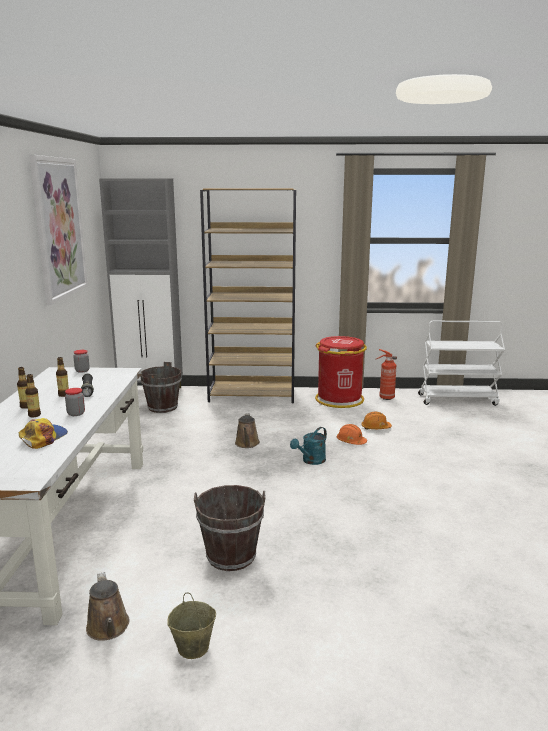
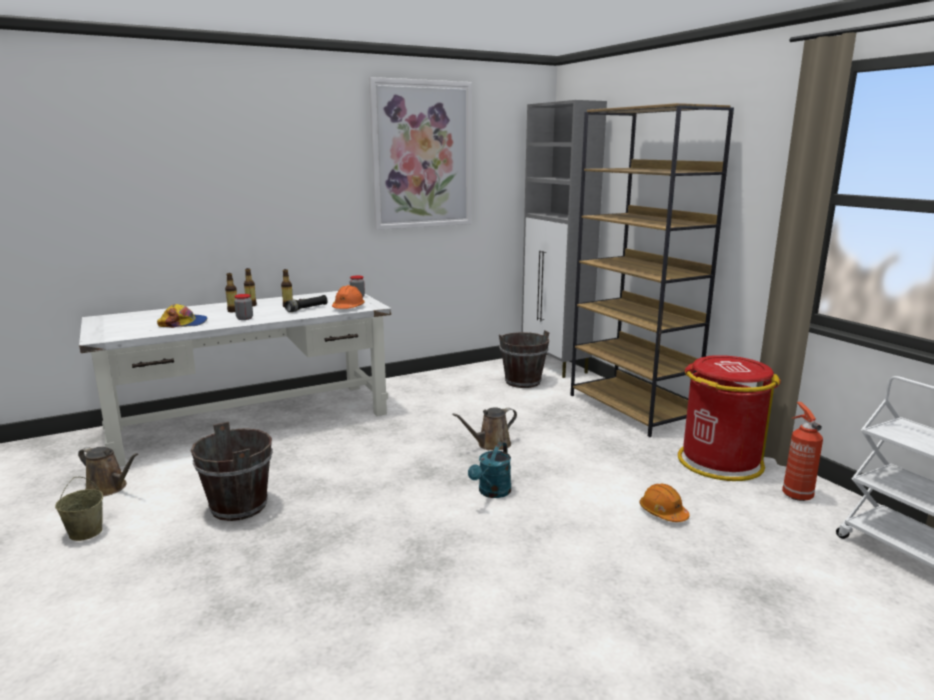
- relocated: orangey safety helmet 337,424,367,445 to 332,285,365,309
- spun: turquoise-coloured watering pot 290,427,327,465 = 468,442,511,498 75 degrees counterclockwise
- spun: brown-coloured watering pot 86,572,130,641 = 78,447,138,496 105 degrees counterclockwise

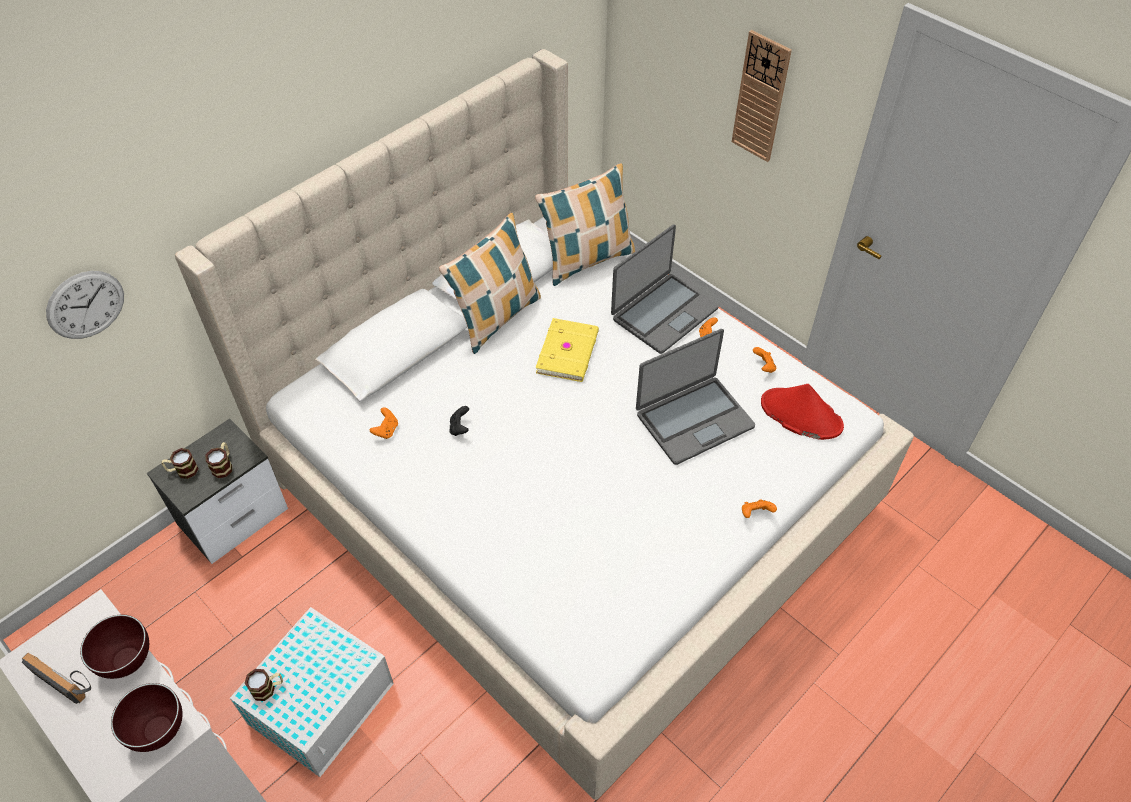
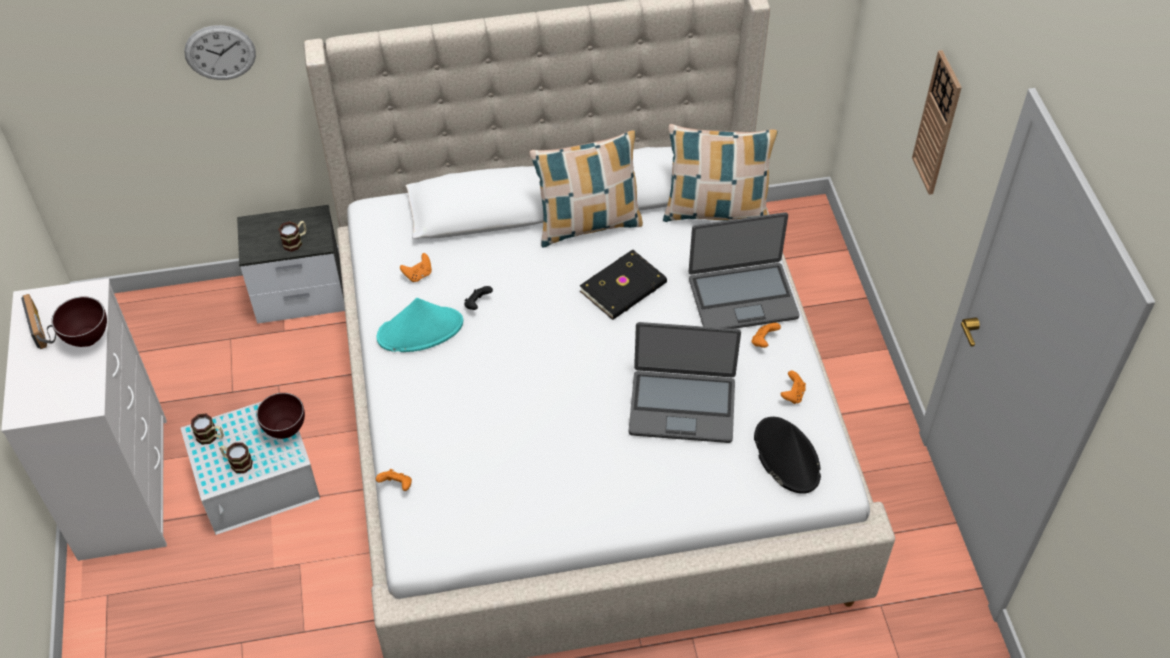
- colour: yellow book 535,318,599,382 to black-coloured book 580,250,667,320
- colour: red wearable hat 761,384,844,440 to black-coloured wearable hat 754,417,821,494
- relocated: mug 161,448,199,479 to 220,442,253,473
- relocated: orangey gamepad 742,499,777,518 to 376,469,412,491
- relocated: brown-coloured serving bowl 111,683,183,752 to 256,393,305,439
- appeared: turquoise-coloured wearable hat 377,298,463,352

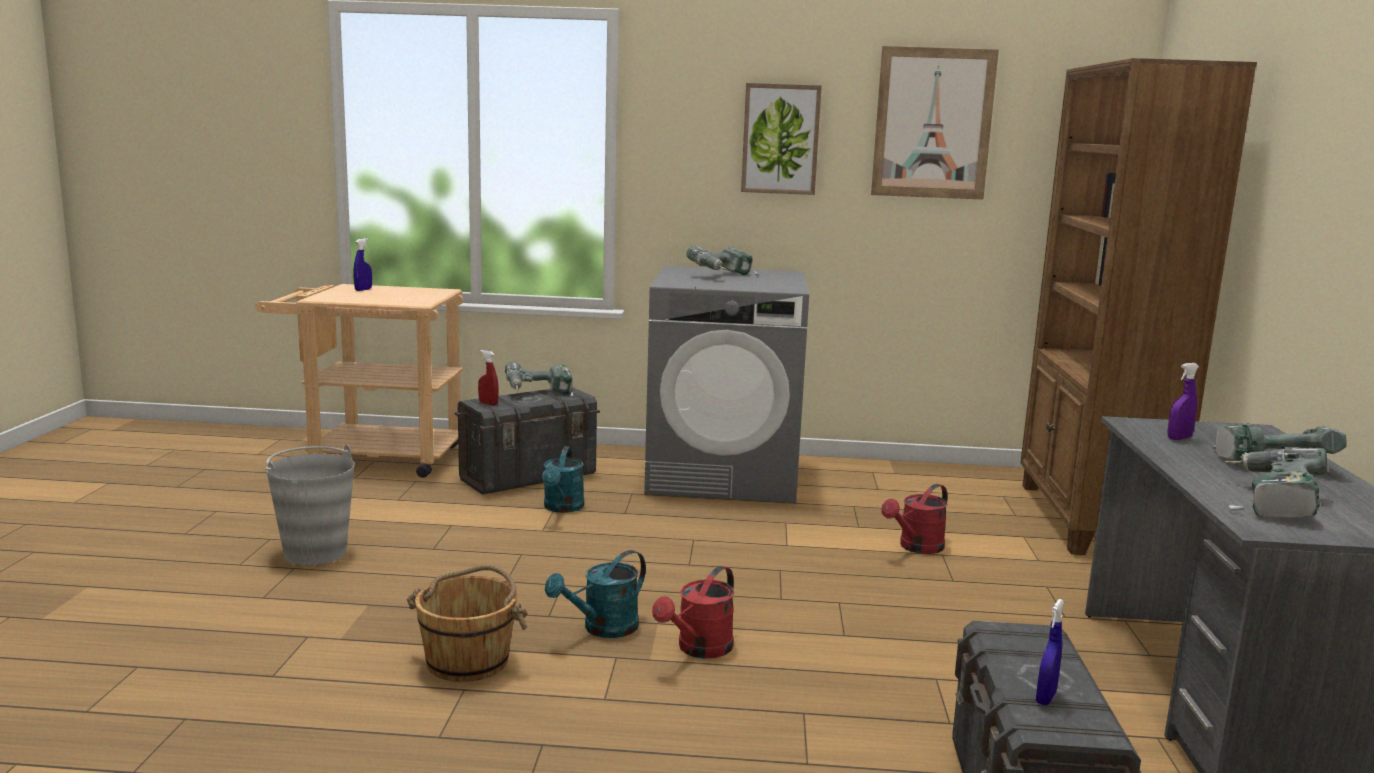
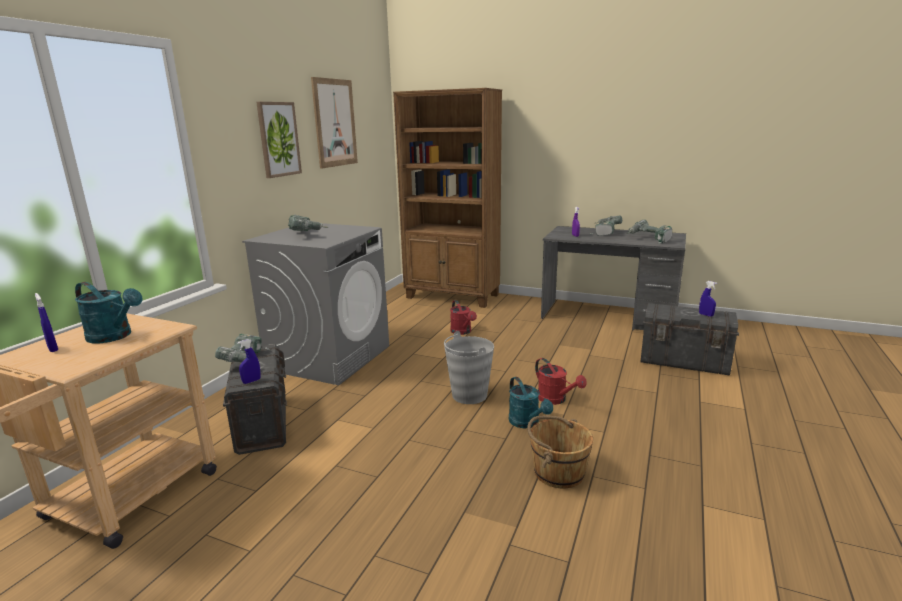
- colour: red hand sprayer 478,350,499,405 to bluish hand sprayer 237,339,261,384
- relocated: gray bucket 265,445,354,565 to 444,331,494,404
- relocated: turquoise-coloured watering pot 542,446,584,513 to 75,282,142,343

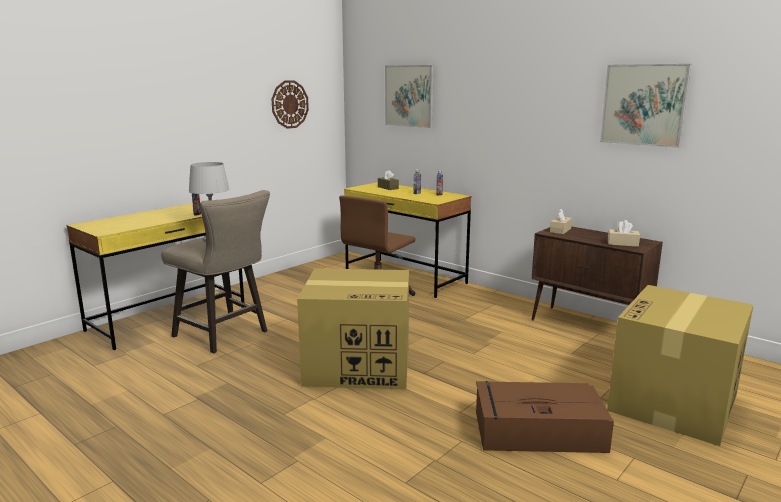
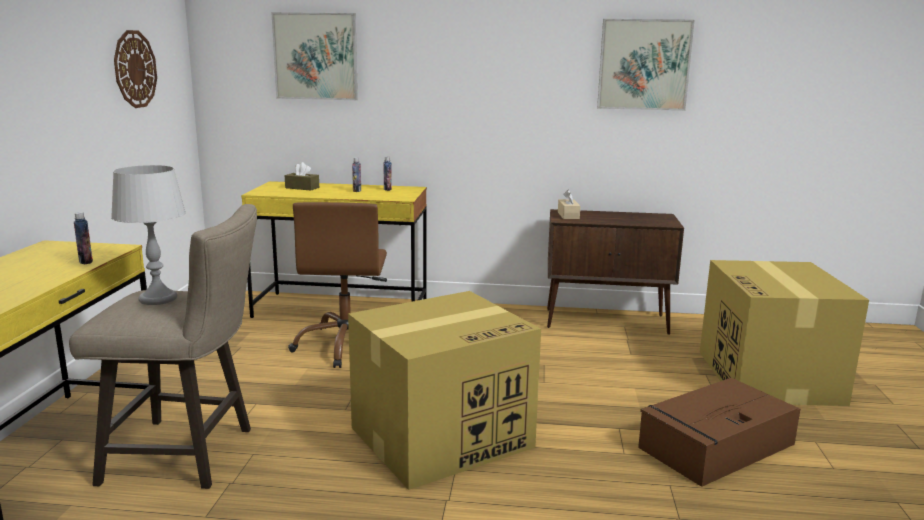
- missing: beige-coloured box of tissues 608,220,640,247

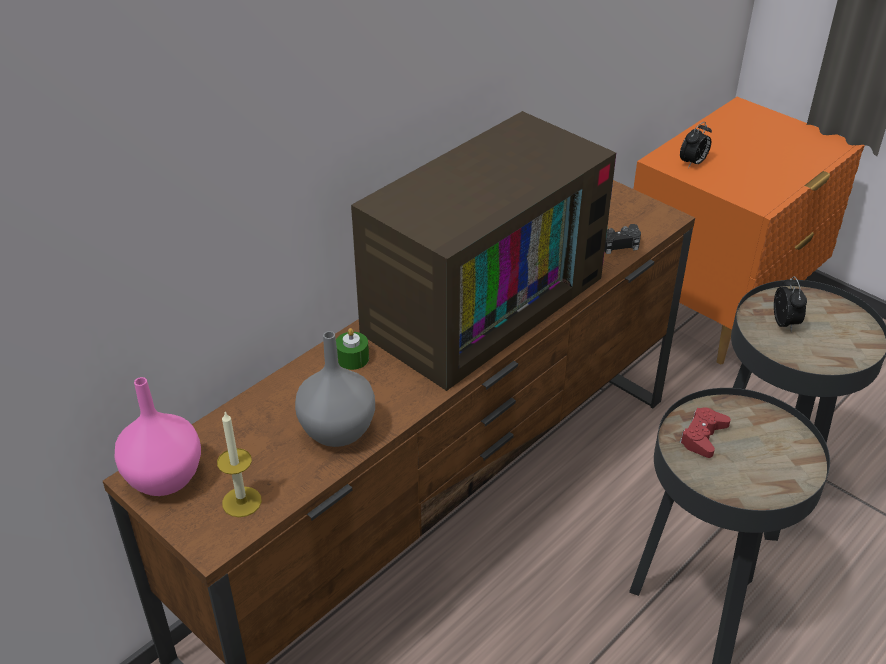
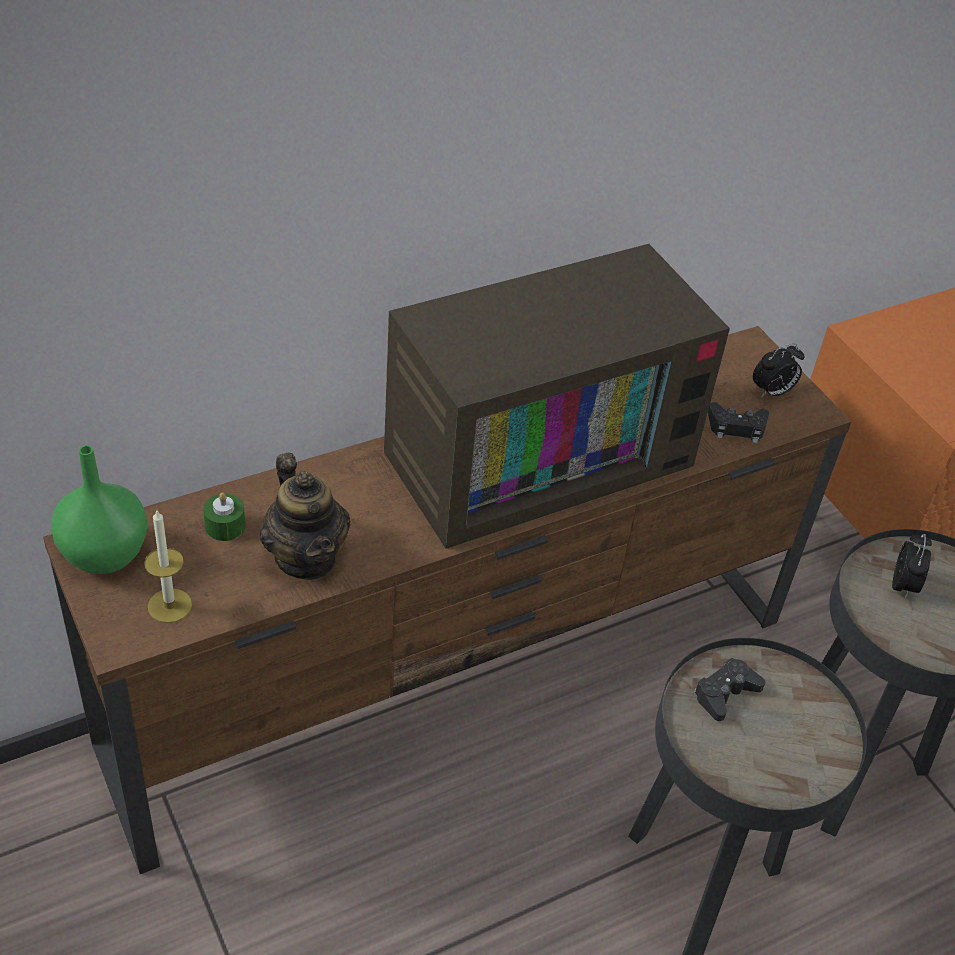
- relocated: bedside clock 680,122,712,168 to 753,343,804,398
- relocated: greenish candle 336,328,369,370 to 203,492,245,541
- exchanged: gray vase 295,331,375,447 to teapot 260,453,350,580
- colour: pink-coloured vase 115,377,201,496 to greenish vase 51,445,147,574
- colour: red gamepad 680,407,731,458 to black-coloured gamepad 694,658,765,721

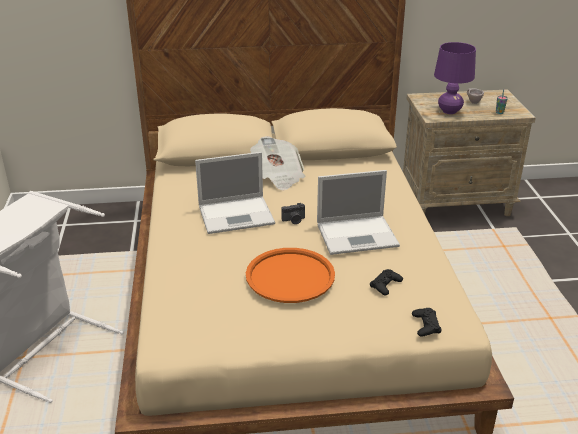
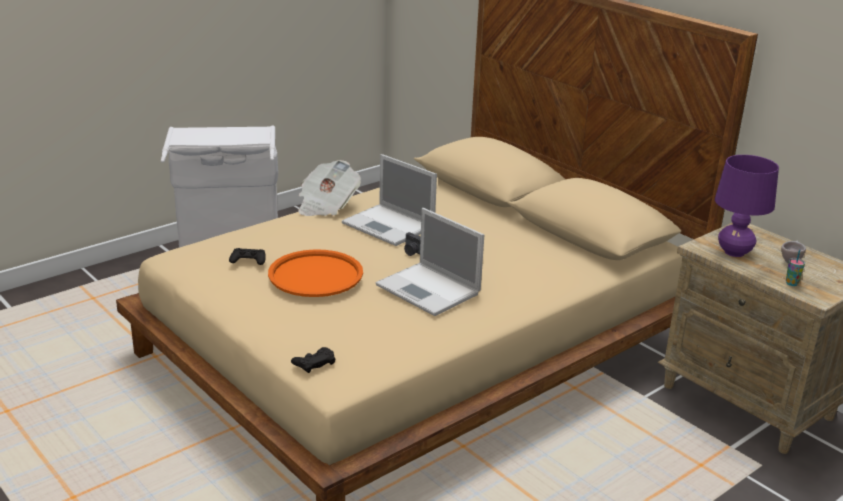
- relocated: daily paper 250,136,305,191 to 298,160,361,216
- relocated: black-coloured gamepad 370,269,403,296 to 229,248,266,265

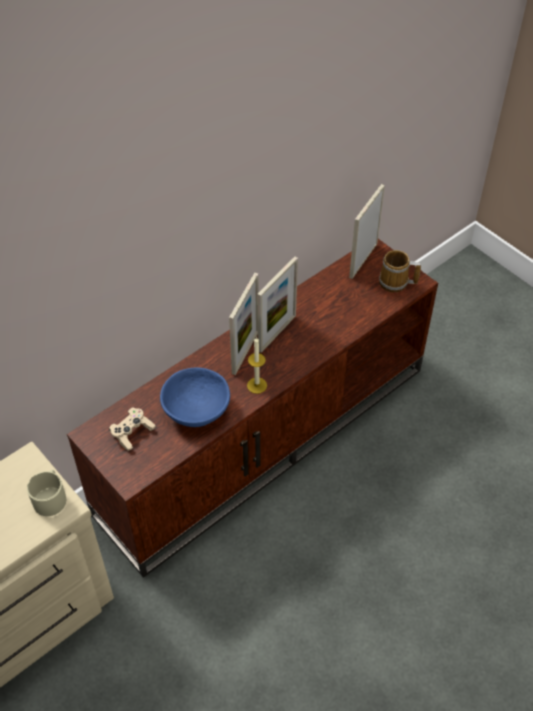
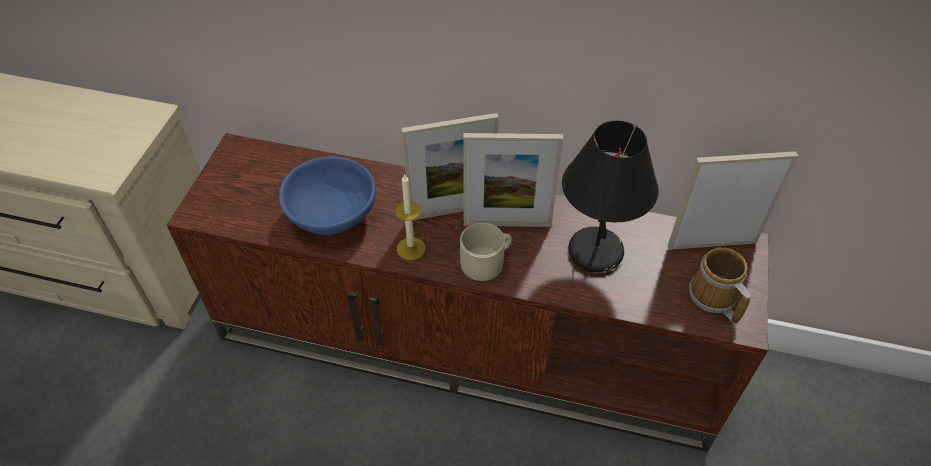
- missing: beige-coloured gamepad 109,407,156,451
- relocated: beige-coloured mug 27,470,66,516 to 460,222,512,281
- appeared: black-coloured table lamp 562,121,659,272

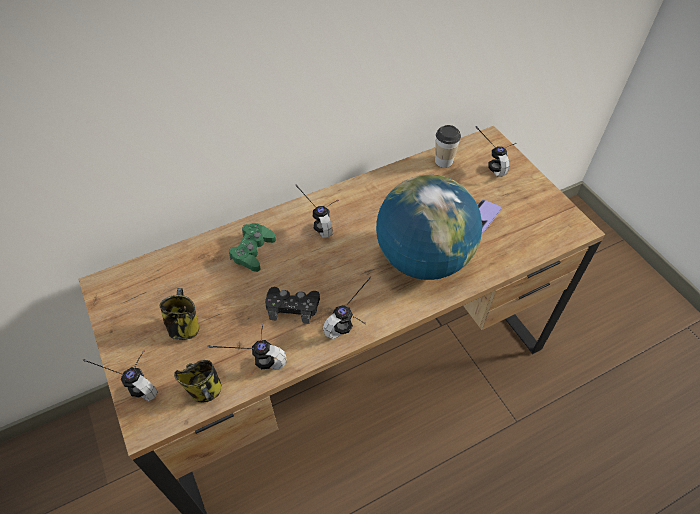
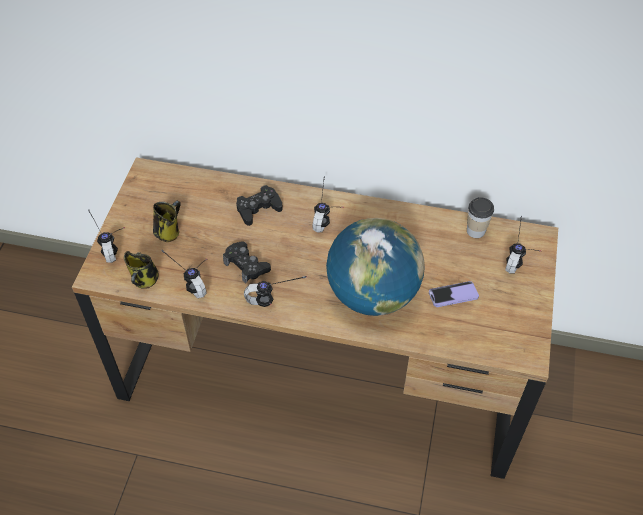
- colour: greenish gamepad 229,223,276,272 to black-coloured gamepad 236,185,283,226

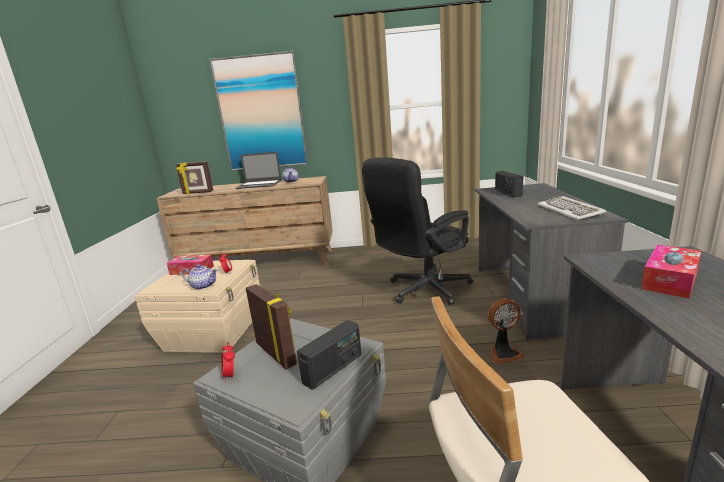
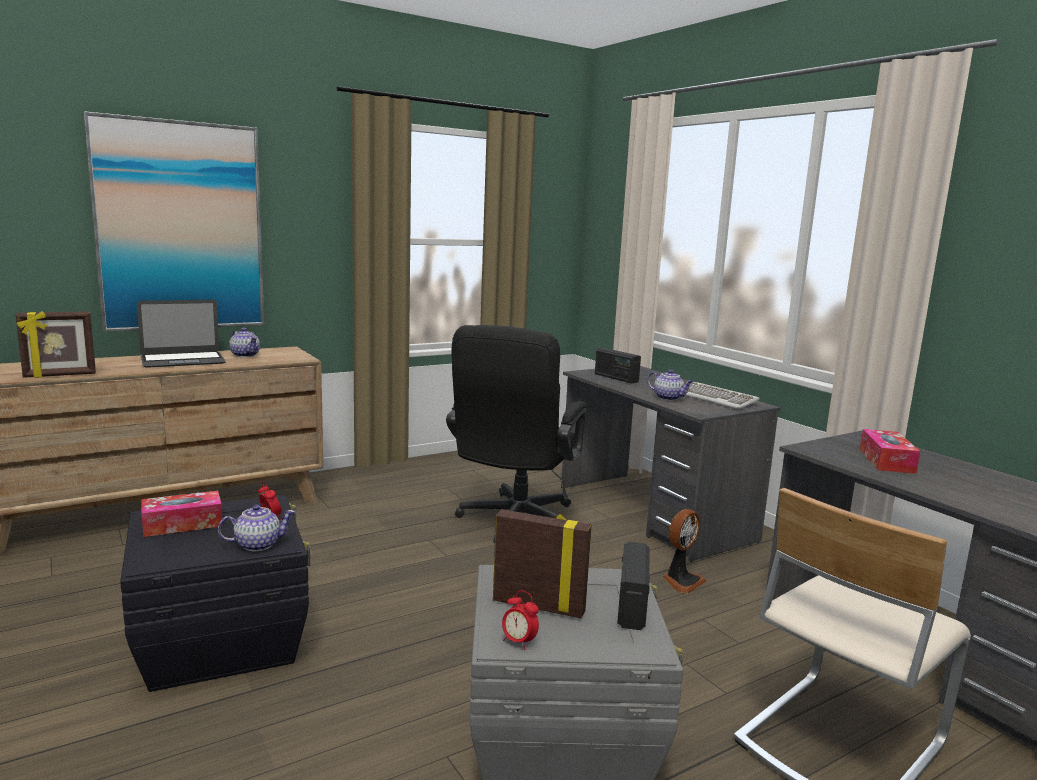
- colour: beige-coloured storage bin 134,260,260,353 to black-coloured storage bin 120,495,311,692
- appeared: teapot 647,369,693,400

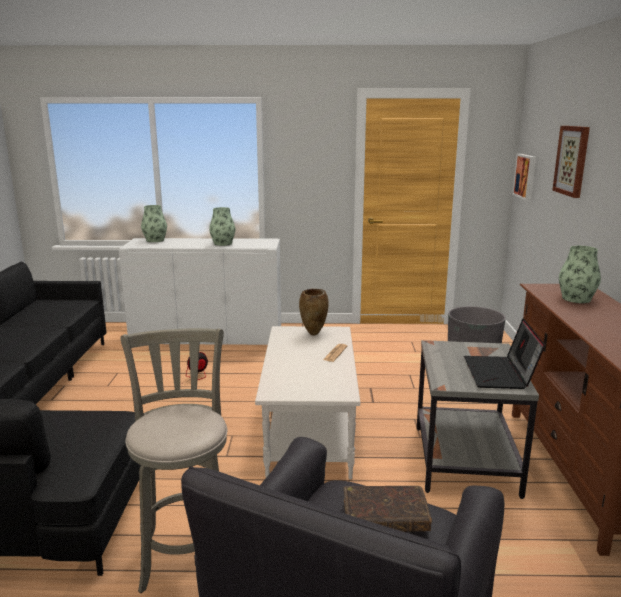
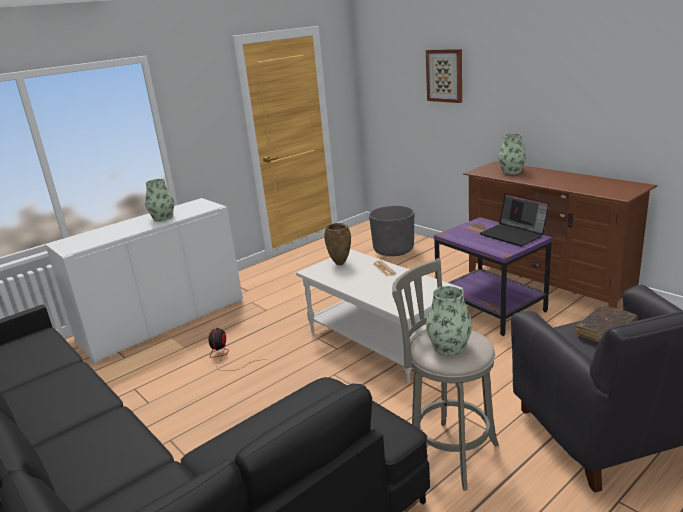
- missing: wall art 512,154,536,201
- relocated: vase 141,205,167,242 to 426,286,472,356
- colour: gray accent table 417,340,539,499 to purple-coloured accent table 434,217,552,336

